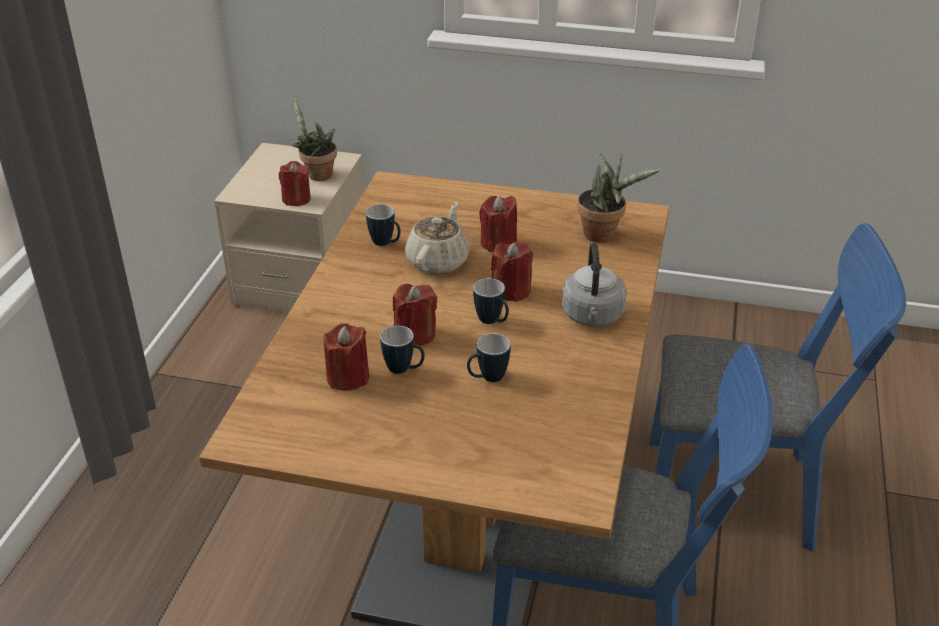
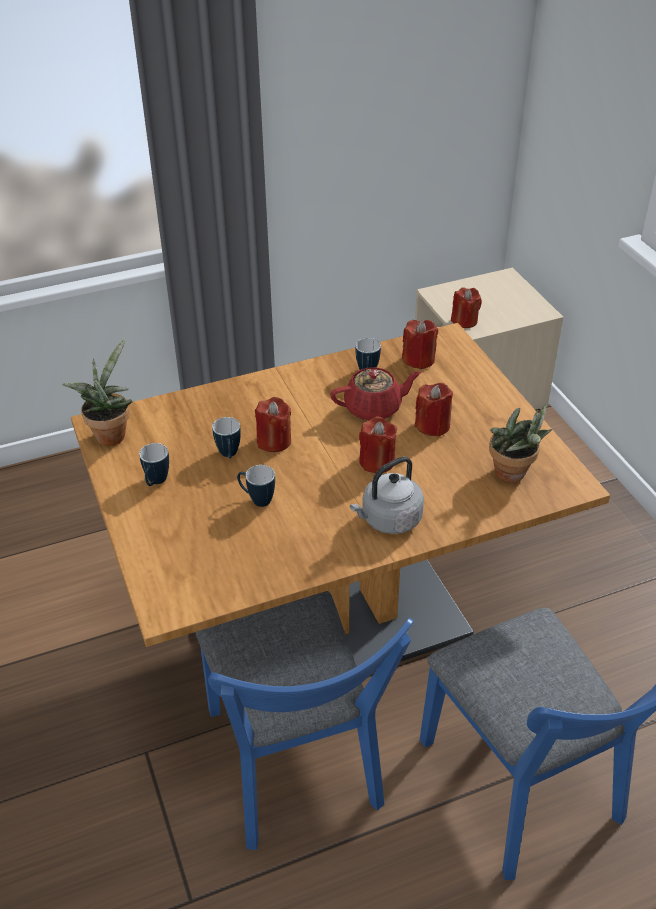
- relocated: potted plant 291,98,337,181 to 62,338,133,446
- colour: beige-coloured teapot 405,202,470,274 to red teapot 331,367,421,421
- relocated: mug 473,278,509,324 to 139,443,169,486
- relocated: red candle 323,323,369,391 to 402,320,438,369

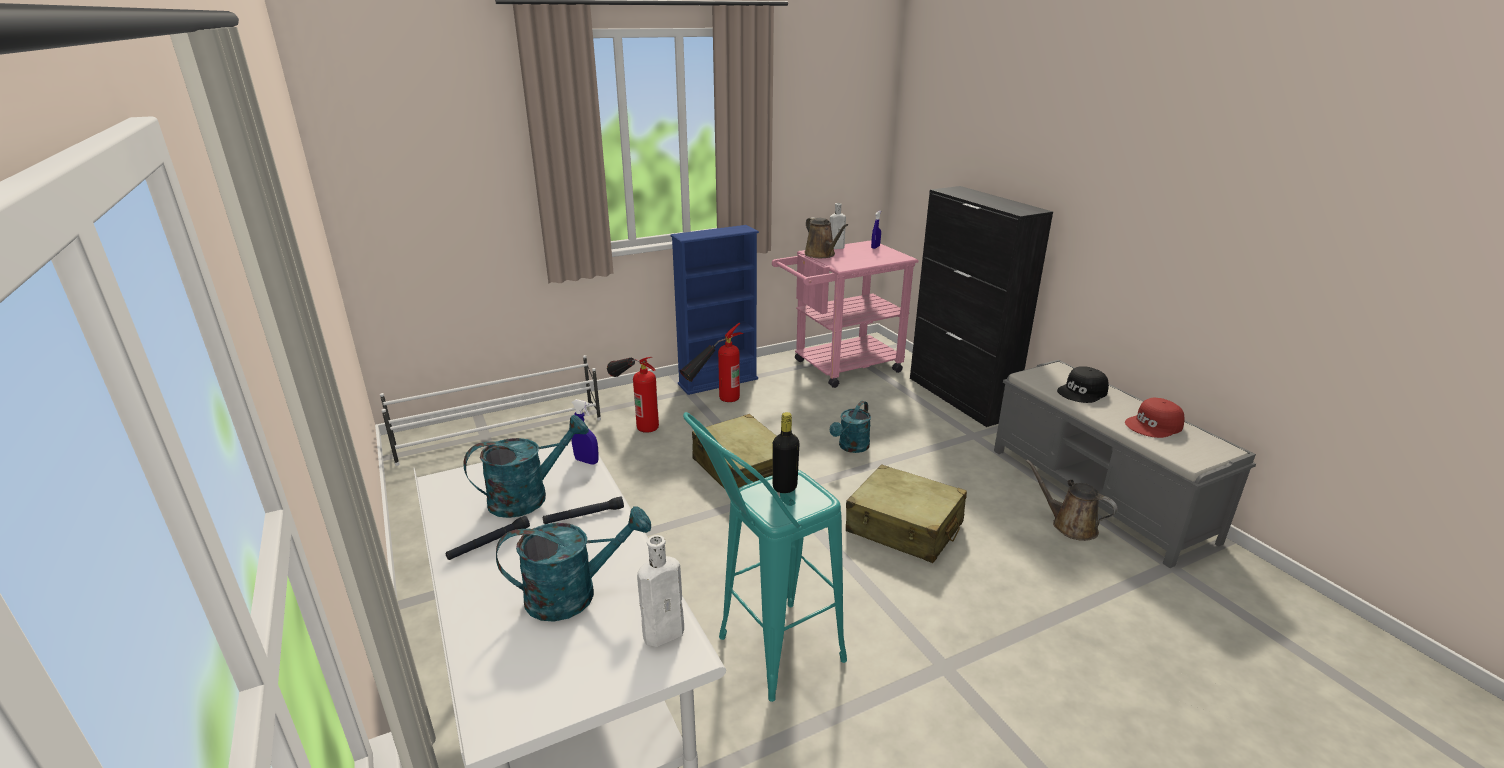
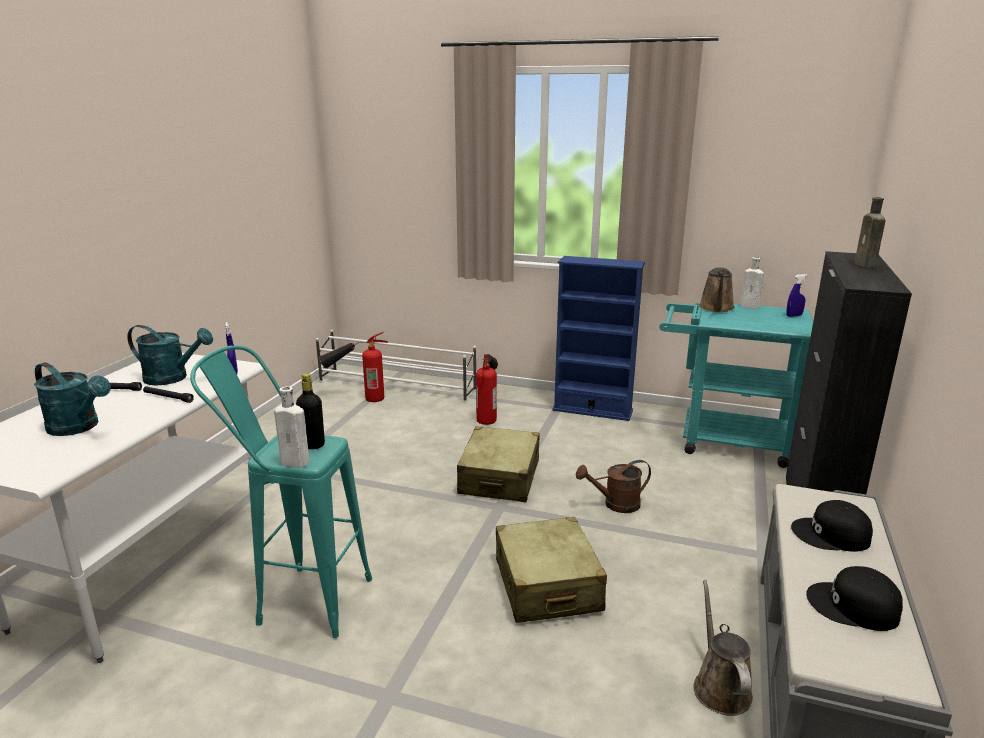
- colour: pink-coloured wheeled cart 772,240,919,388 to turquoise-coloured wheeled cart 659,303,813,468
- relocated: fire-fighting cylinder 680,323,743,402 to 319,332,388,402
- colour: red peaked cap 1125,398,1184,438 to black-coloured peaked cap 806,566,903,631
- colour: turquoise-coloured watering pot 830,401,871,453 to brown-coloured watering pot 576,460,651,513
- relocated: white drink bottle 637,535,684,647 to 274,386,309,468
- appeared: brown-coloured drink bottle 854,197,886,268

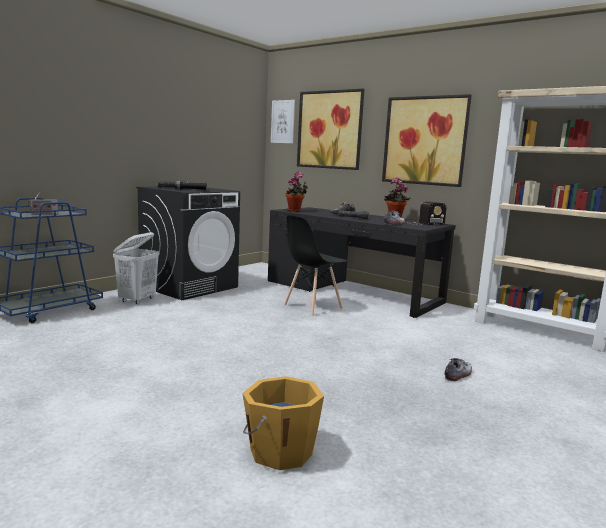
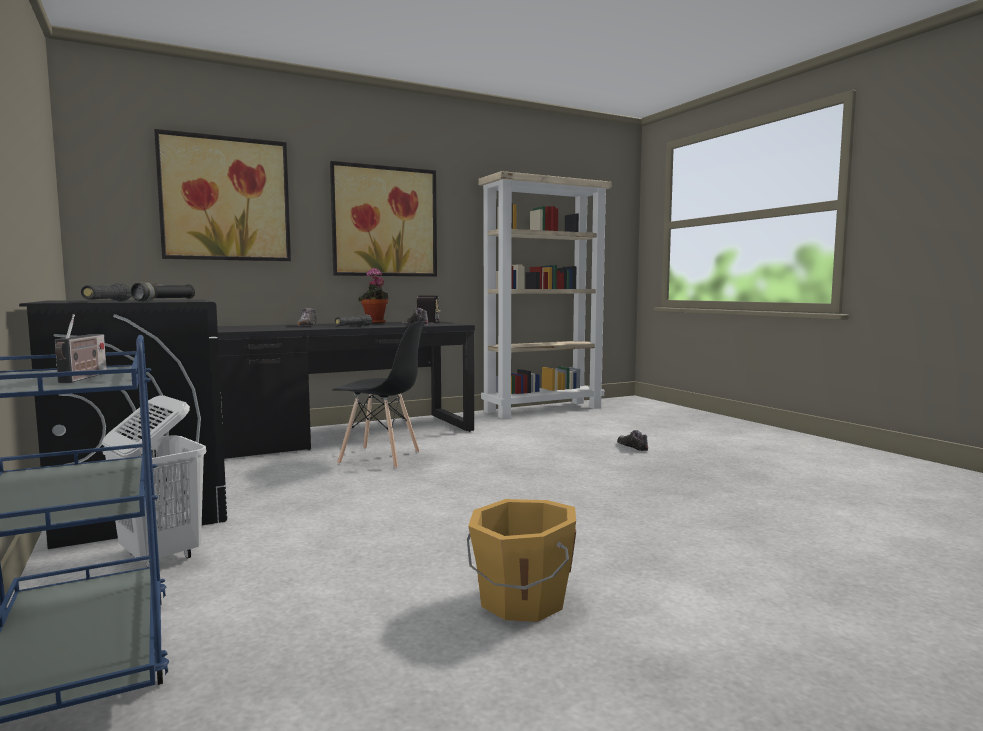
- missing: wall art 271,100,295,143
- missing: potted plant 286,172,308,212
- spun: black-coloured chair 284,215,347,316 = 332,321,425,469 60 degrees counterclockwise
- relocated: orangey bucket 242,376,324,470 to 467,499,576,622

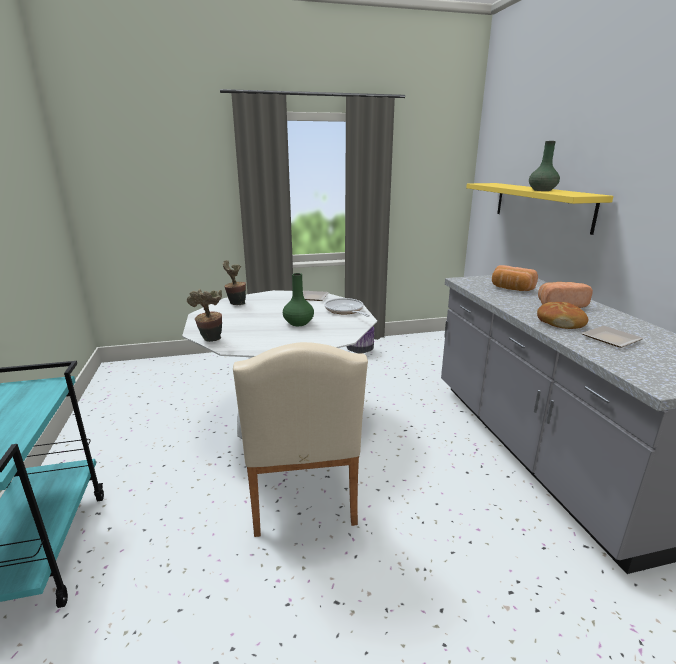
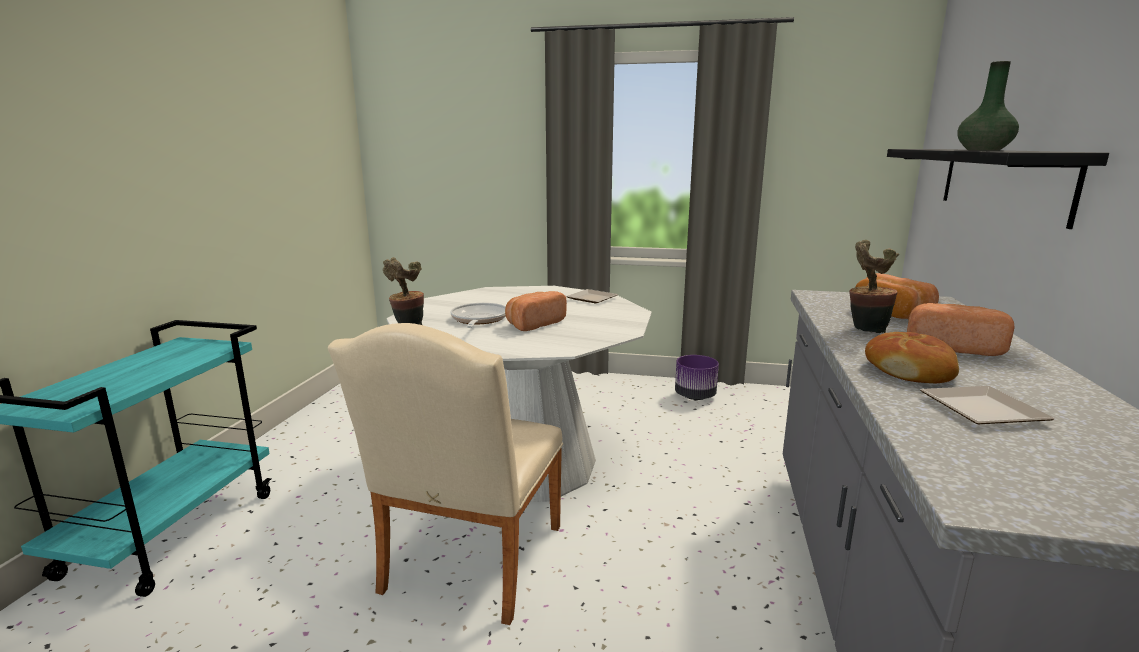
- colour: yellow bracket shelf 466,183,613,235 to black-coloured bracket shelf 887,149,1109,229
- relocated: potted plant 223,260,246,305 to 849,240,899,333
- exchanged: greenish vase 283,273,314,326 to bakery bread 505,291,567,331
- relocated: pan 325,298,370,317 to 450,303,506,328

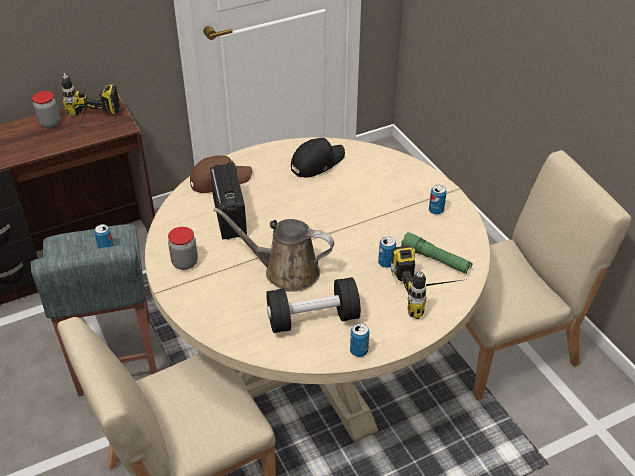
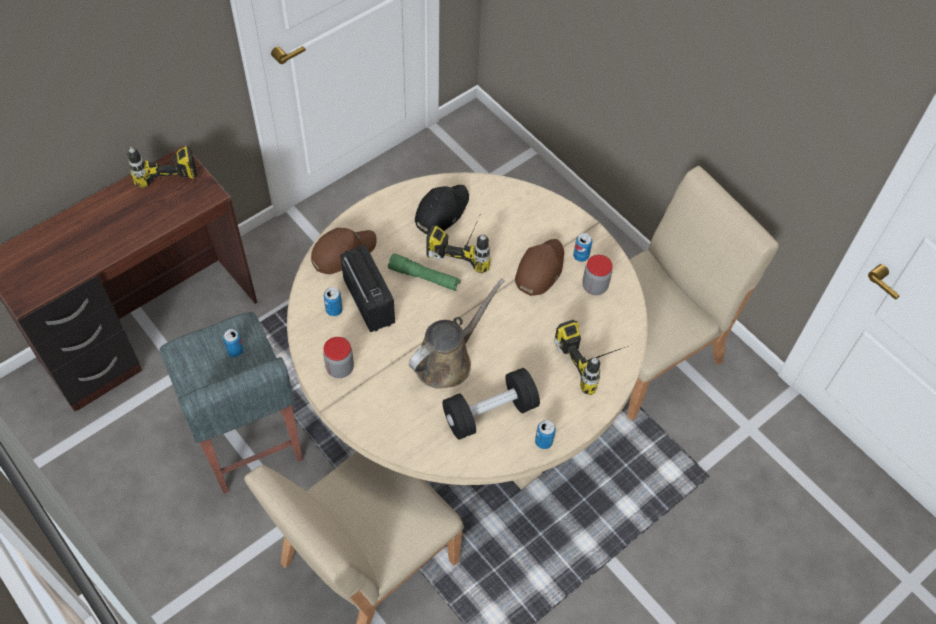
- relocated: preserve jar 32,91,60,128 to 582,255,613,295
- spun: brown-coloured watering pot 213,207,334,292 = 409,279,505,389 135 degrees clockwise
- relocated: greenish hand torch 401,232,472,274 to 388,253,461,291
- relocated: metal can 378,236,396,268 to 324,287,343,316
- appeared: electric drill 426,218,491,273
- appeared: brown-coloured peaked cap 515,239,564,296

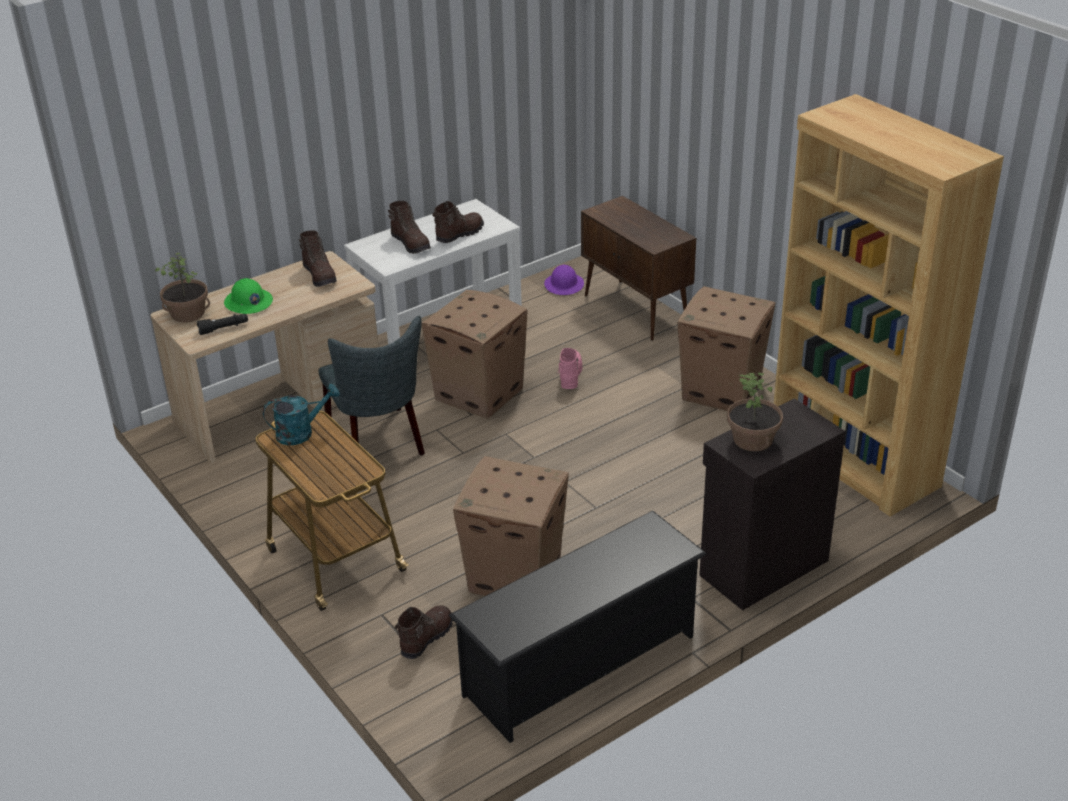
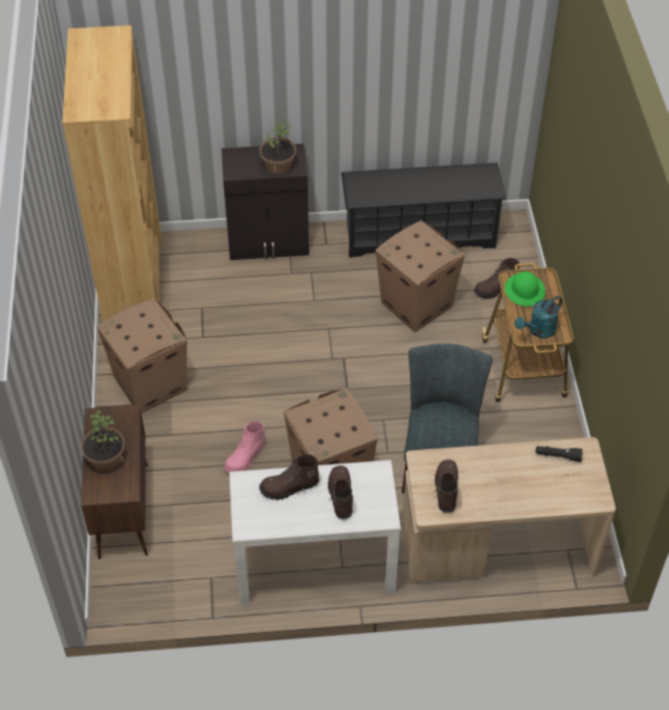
- relocated: potted plant 155,253,210,322 to 81,411,125,471
- missing: purple-coloured safety helmet 544,265,584,295
- relocated: greenish safety helmet 224,278,273,314 to 505,271,545,306
- spun: turquoise-coloured watering pot 263,384,340,445 = 515,296,562,338 45 degrees counterclockwise

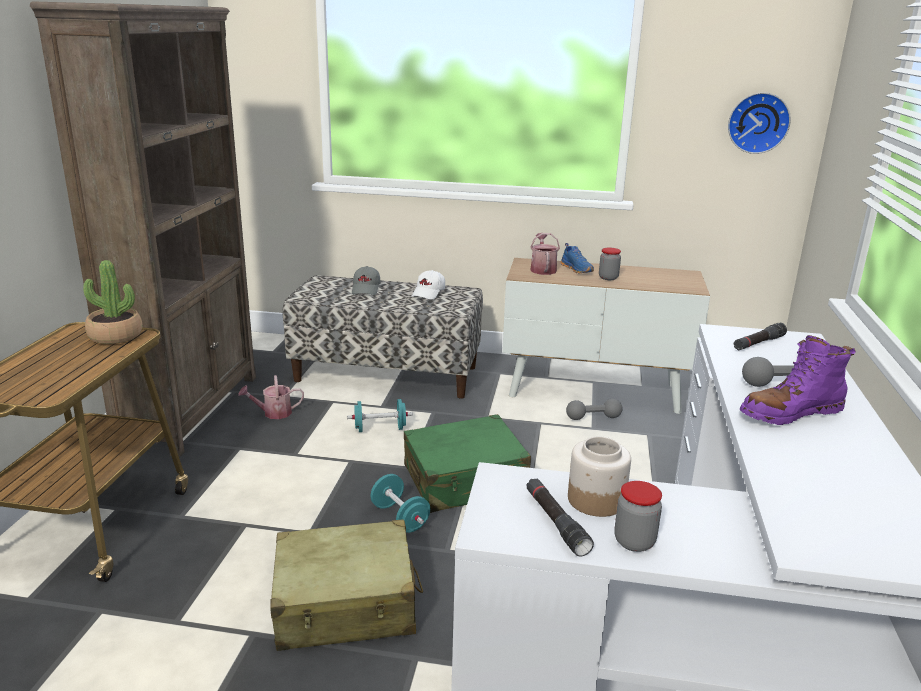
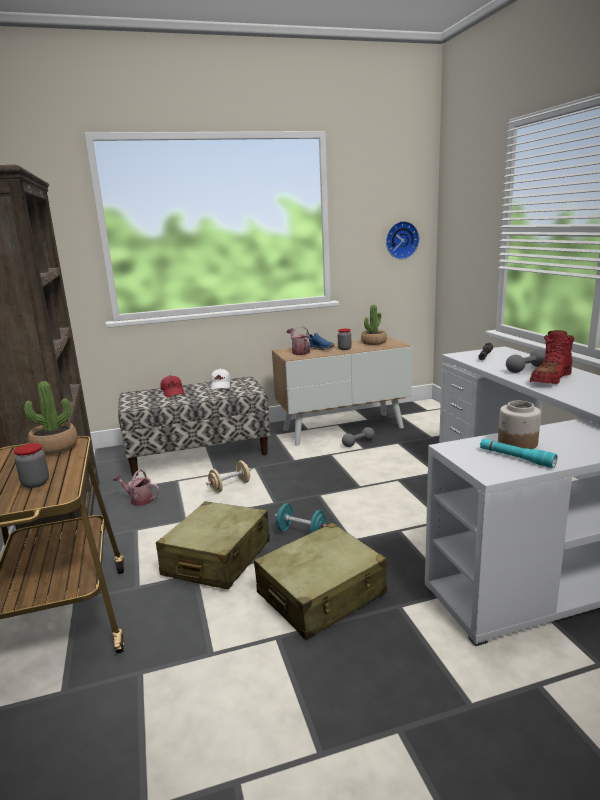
- colour: gray peaked cap 352,266,381,295 to red peaked cap 161,375,185,397
- colour: purple-coloured boot 740,335,856,425 to red boot 530,330,574,384
- spun: watering pot 238,375,304,419 = 113,470,160,506 60 degrees clockwise
- colour: turquoise-coloured free weight 347,399,413,432 to beige-coloured free weight 206,460,251,493
- missing: greenish suitcase 404,414,531,513
- colour: black-coloured hand torch 526,479,594,556 to turquoise-coloured hand torch 480,439,558,468
- relocated: preserve jar 615,481,662,552 to 14,443,49,488
- appeared: potted plant 361,304,387,345
- appeared: beige-coloured suitcase 156,501,270,590

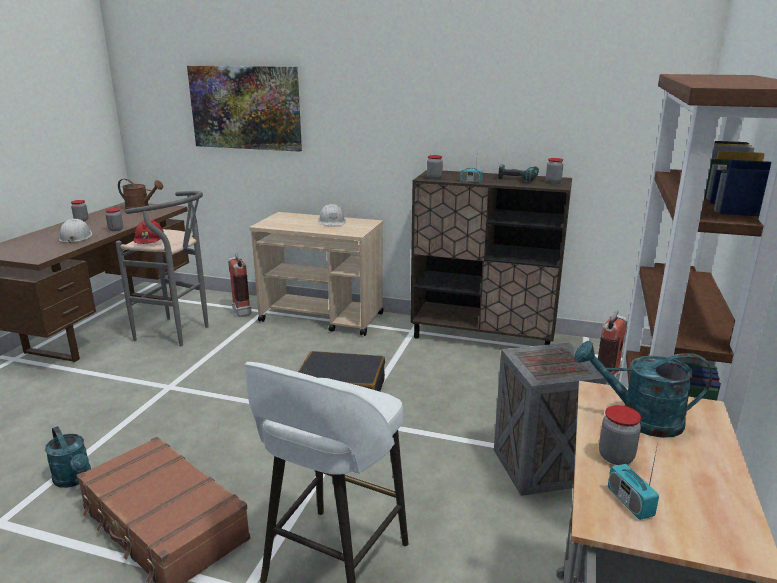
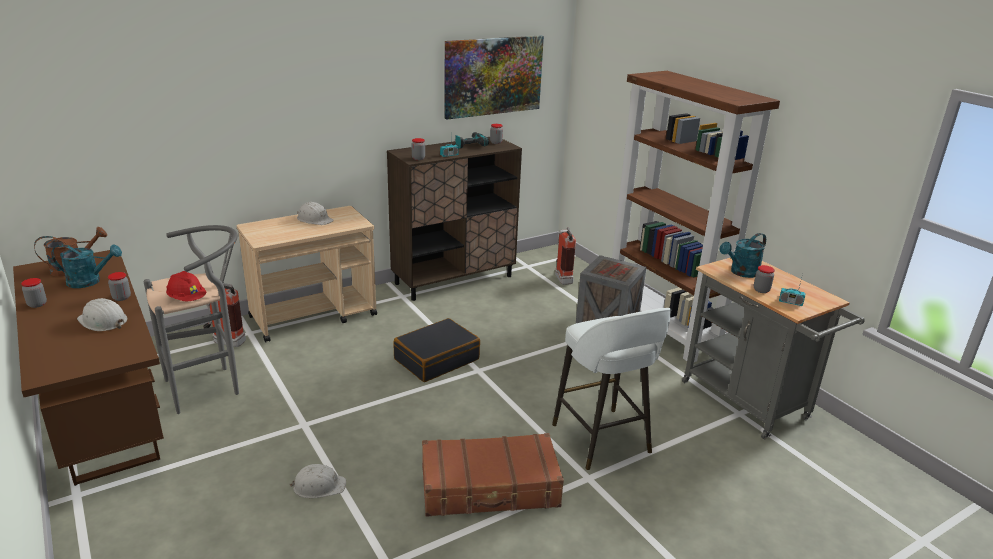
- relocated: wall art 187,66,302,152 to 444,35,544,120
- relocated: turquoise-coloured watering pot 45,426,91,488 to 51,244,122,288
- appeared: white safety helmet 290,464,346,498

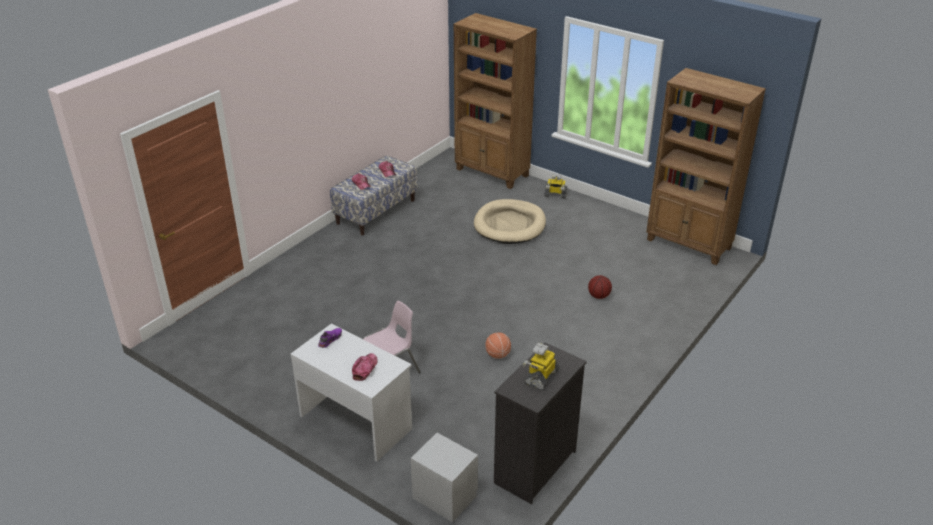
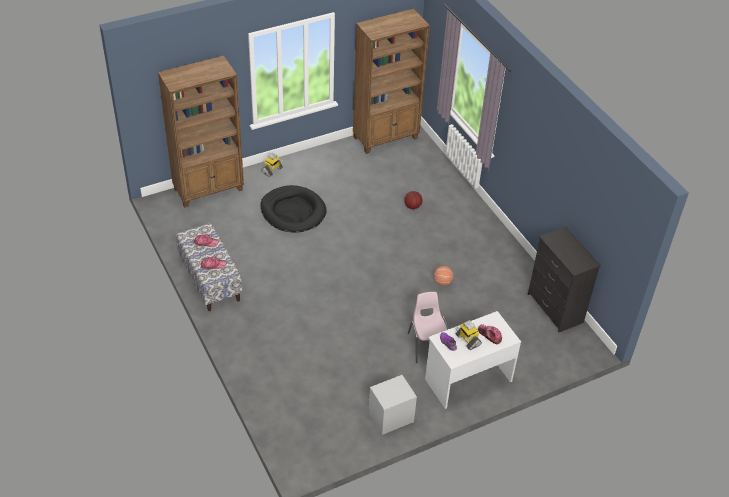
- colour: beige-coloured dog bed 474,199,546,244 to black-coloured dog bed 260,185,327,233
- relocated: toy robot 522,343,560,390 to 455,320,482,350
- relocated: gray night table 411,433,478,522 to 369,375,417,435

